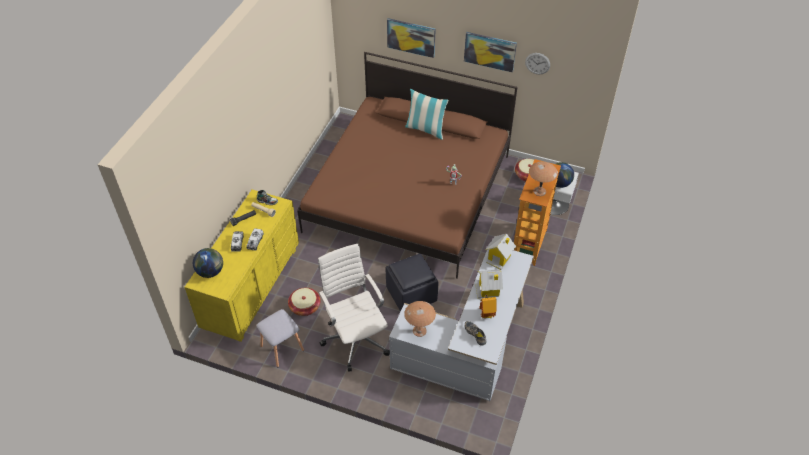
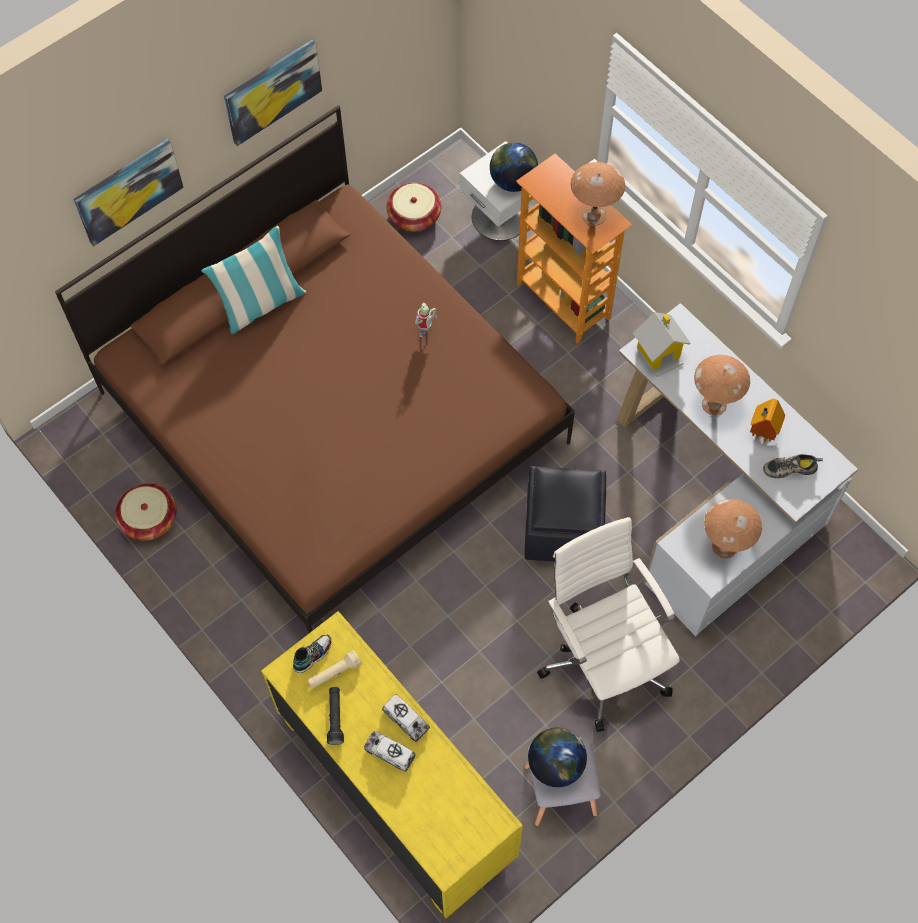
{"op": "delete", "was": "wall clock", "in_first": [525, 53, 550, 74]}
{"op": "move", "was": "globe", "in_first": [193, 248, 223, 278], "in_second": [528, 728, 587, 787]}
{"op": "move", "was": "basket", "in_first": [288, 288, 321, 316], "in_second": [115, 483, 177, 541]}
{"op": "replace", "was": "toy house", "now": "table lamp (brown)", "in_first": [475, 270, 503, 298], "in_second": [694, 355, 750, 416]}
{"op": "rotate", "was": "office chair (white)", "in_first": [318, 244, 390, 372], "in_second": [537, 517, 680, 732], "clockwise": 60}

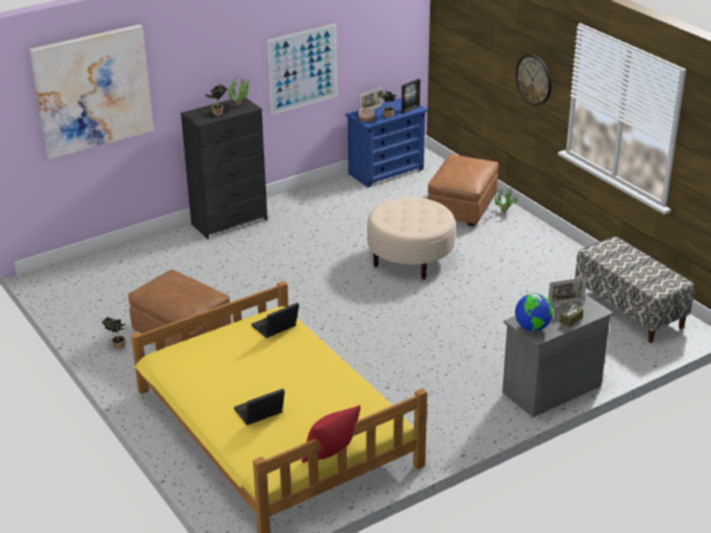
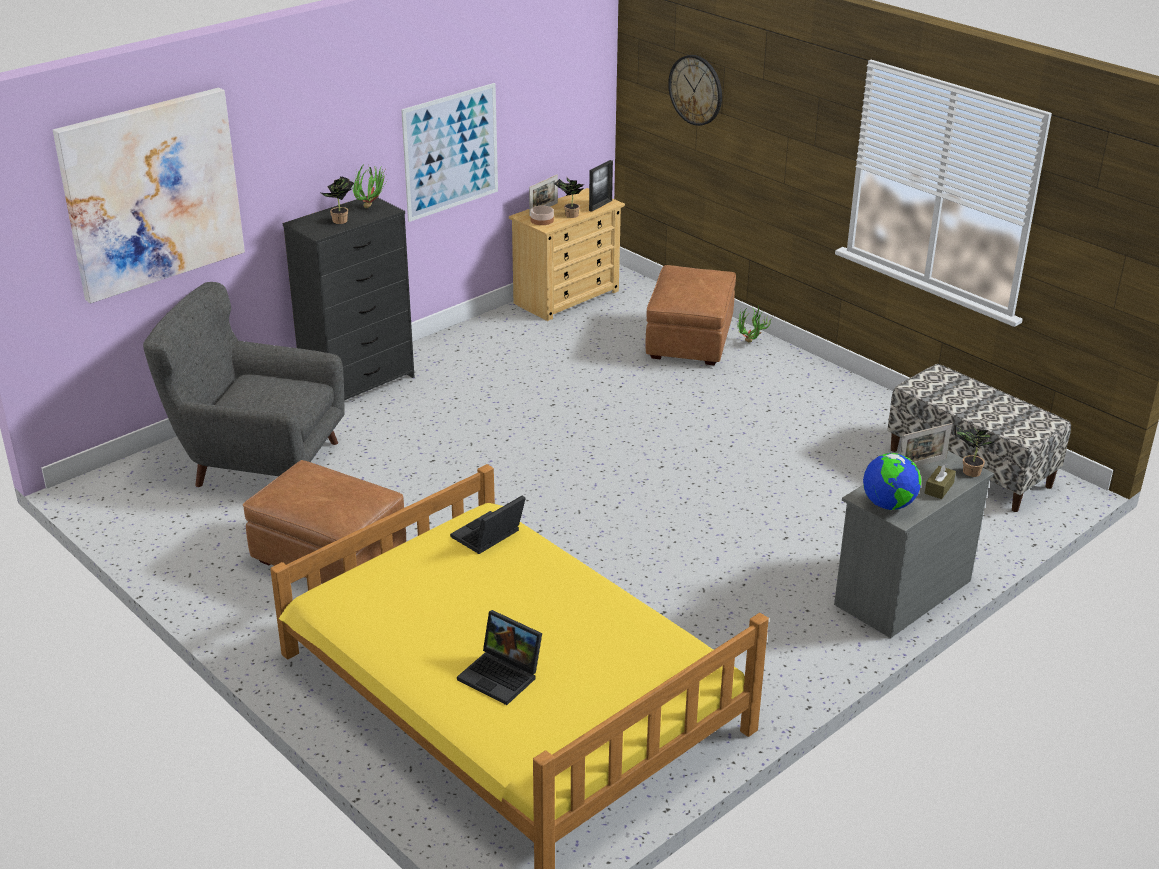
{"op": "delete", "was": "pillow (red)", "in_first": [301, 405, 361, 463]}
{"op": "delete", "was": "ottoman (beige)", "in_first": [367, 197, 456, 280]}
{"op": "insert", "now": "armchair (grey)", "in_second": [143, 282, 344, 487]}
{"op": "move", "was": "potted plant", "in_first": [101, 317, 125, 349], "in_second": [954, 425, 998, 477]}
{"op": "move", "was": "wall clock", "in_first": [516, 54, 552, 105], "in_second": [668, 55, 722, 126]}
{"op": "recolor", "was": "dresser (blue)", "now": "dresser (beige)", "in_first": [345, 98, 428, 187], "in_second": [509, 188, 625, 321]}
{"op": "rotate", "was": "laptop", "in_first": [234, 389, 285, 425], "in_second": [457, 610, 542, 705], "clockwise": -105}

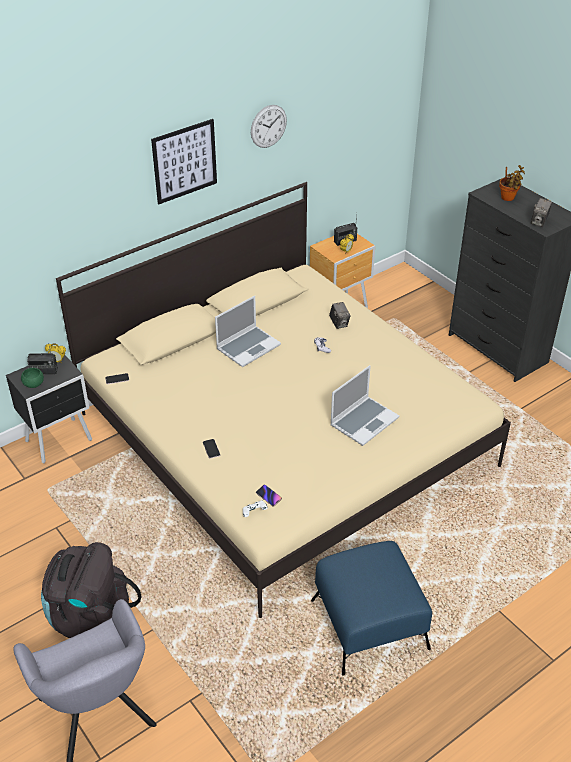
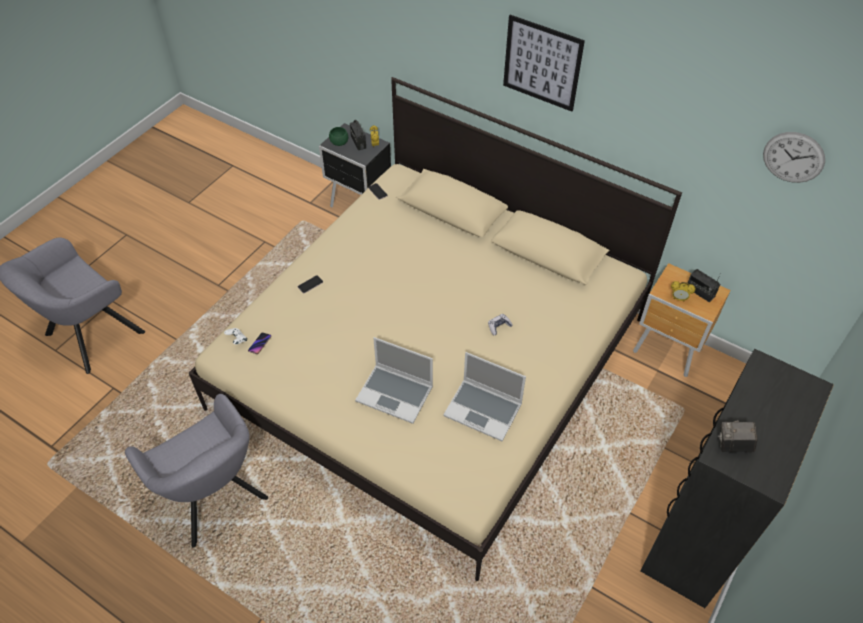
{"op": "delete", "was": "backpack (black)", "in_first": [41, 542, 141, 638]}
{"op": "delete", "was": "photo camera", "in_first": [329, 302, 351, 329]}
{"op": "delete", "was": "potted plant", "in_first": [499, 165, 525, 201]}
{"op": "move", "was": "laptop", "in_first": [215, 296, 281, 367], "in_second": [443, 352, 526, 441]}
{"op": "move", "was": "wall clock", "in_first": [251, 105, 287, 148], "in_second": [763, 132, 825, 183]}
{"op": "replace", "was": "ottoman (blue)", "now": "armchair (grey)", "in_first": [311, 541, 432, 676], "in_second": [125, 394, 268, 548]}

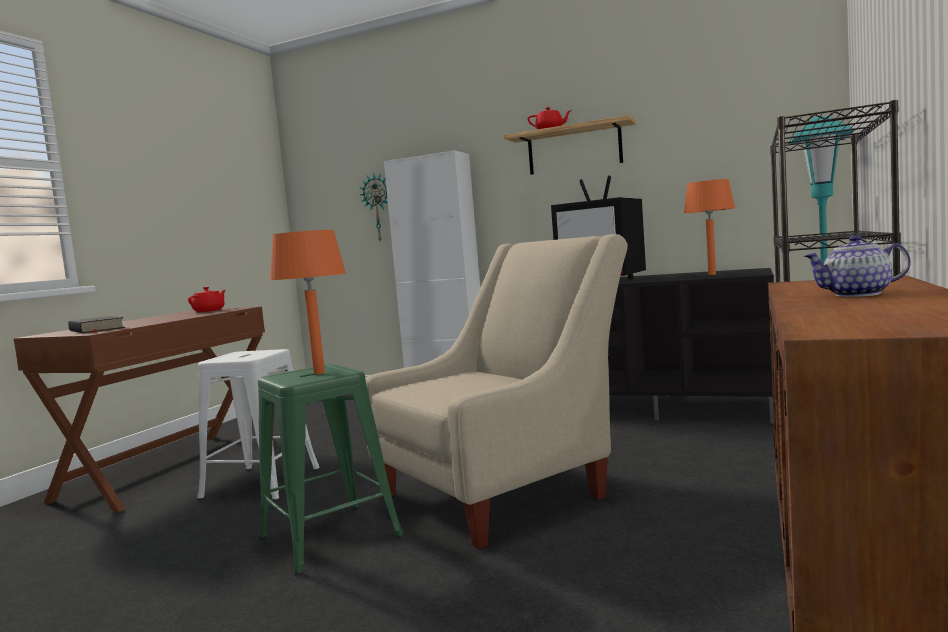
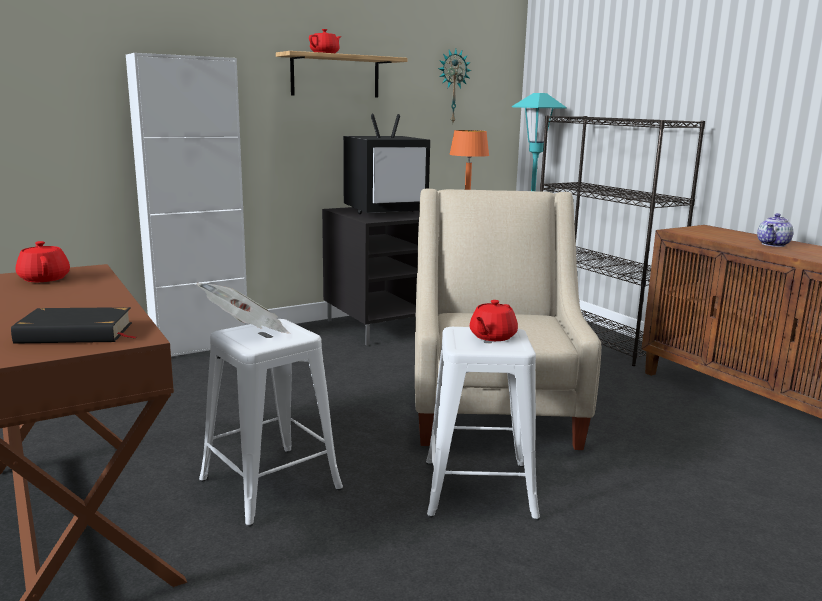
{"op": "insert", "now": "newspaper", "in_second": [197, 283, 289, 333]}
{"op": "move", "was": "wall clock", "in_first": [359, 173, 388, 243], "in_second": [438, 49, 472, 122]}
{"op": "replace", "was": "table lamp (orange)", "now": "teapot (red)", "in_first": [270, 230, 346, 374], "in_second": [470, 300, 518, 341]}
{"op": "recolor", "was": "stool (green)", "now": "stool (white)", "in_first": [258, 364, 404, 575], "in_second": [426, 327, 540, 521]}

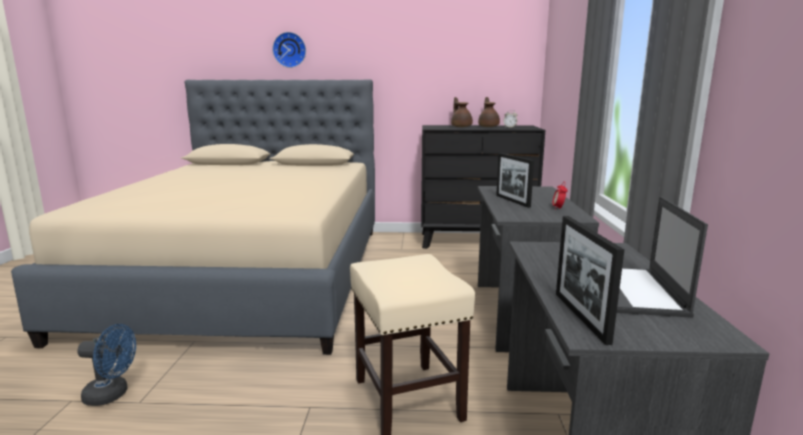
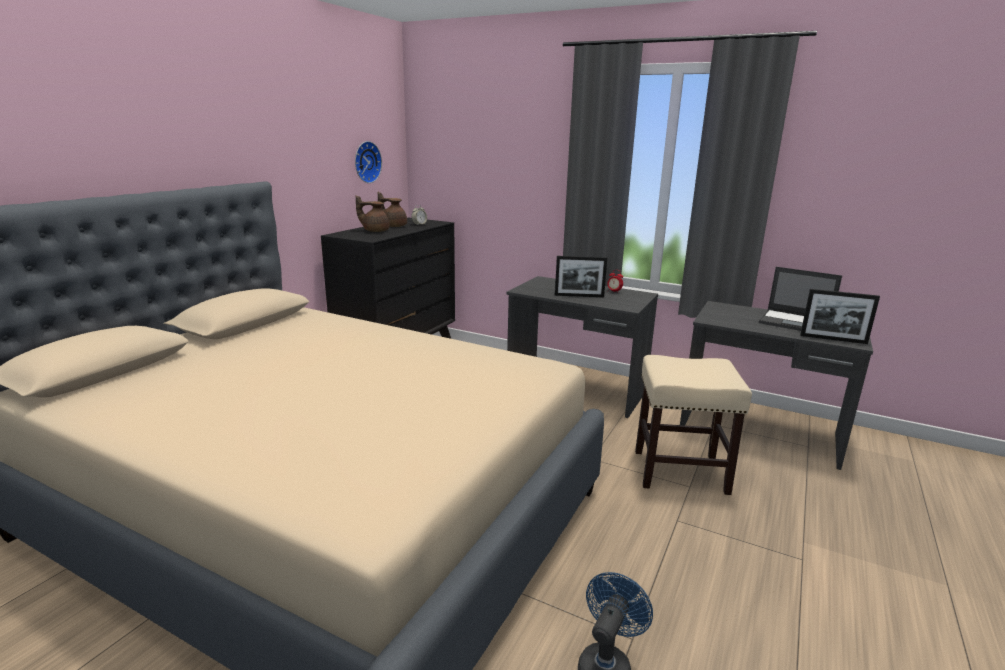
{"op": "move", "was": "wall clock", "in_first": [272, 32, 306, 68], "in_second": [355, 141, 382, 183]}

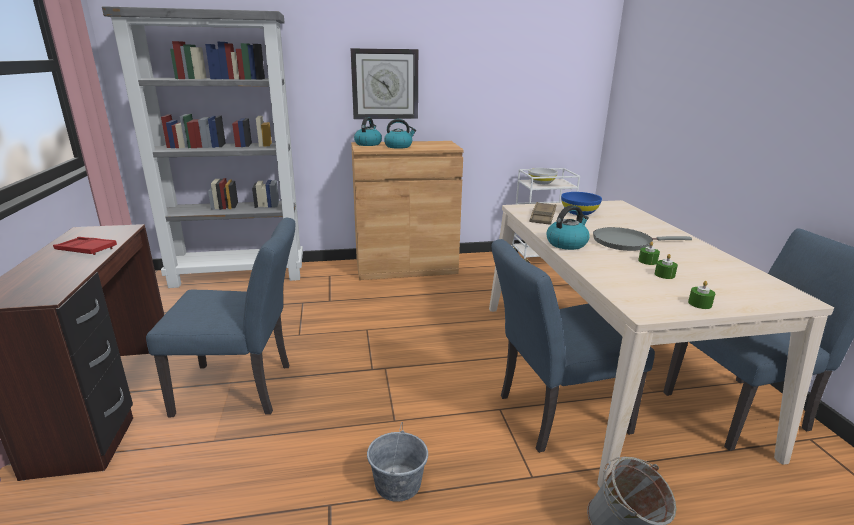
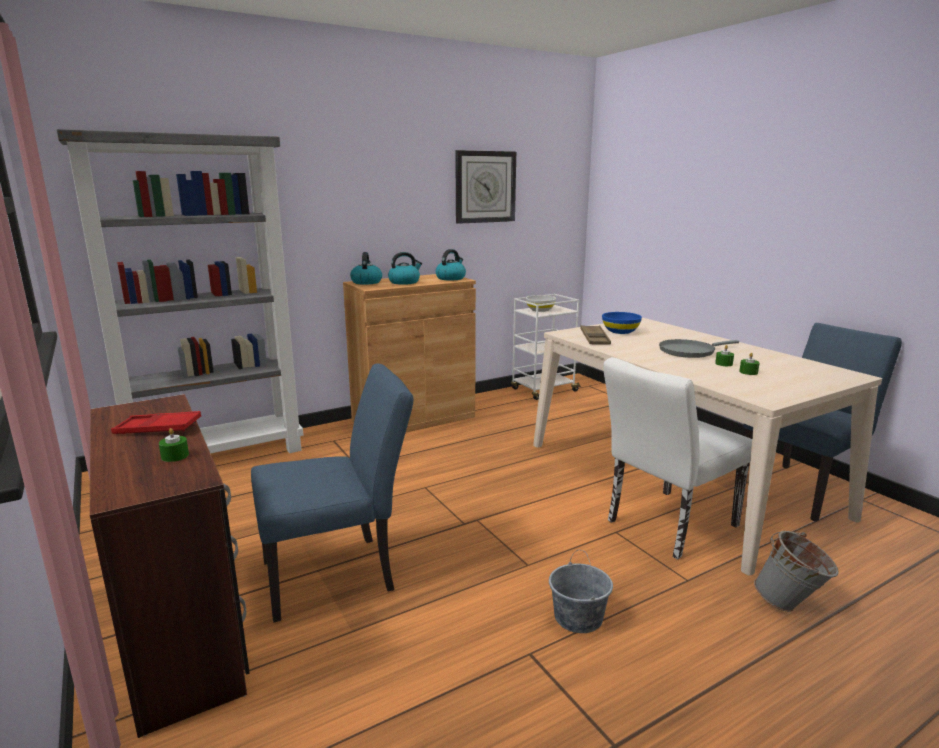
{"op": "move", "was": "wall clock", "in_first": [351, 48, 418, 119], "in_second": [455, 150, 516, 224]}
{"op": "move", "was": "kettle", "in_first": [546, 205, 589, 250], "in_second": [436, 249, 466, 280]}
{"op": "move", "was": "candle (green)", "in_first": [688, 281, 715, 309], "in_second": [159, 428, 189, 462]}
{"op": "recolor", "was": "chair (blue)", "now": "chair (white)", "in_first": [491, 239, 655, 453], "in_second": [603, 357, 752, 559]}

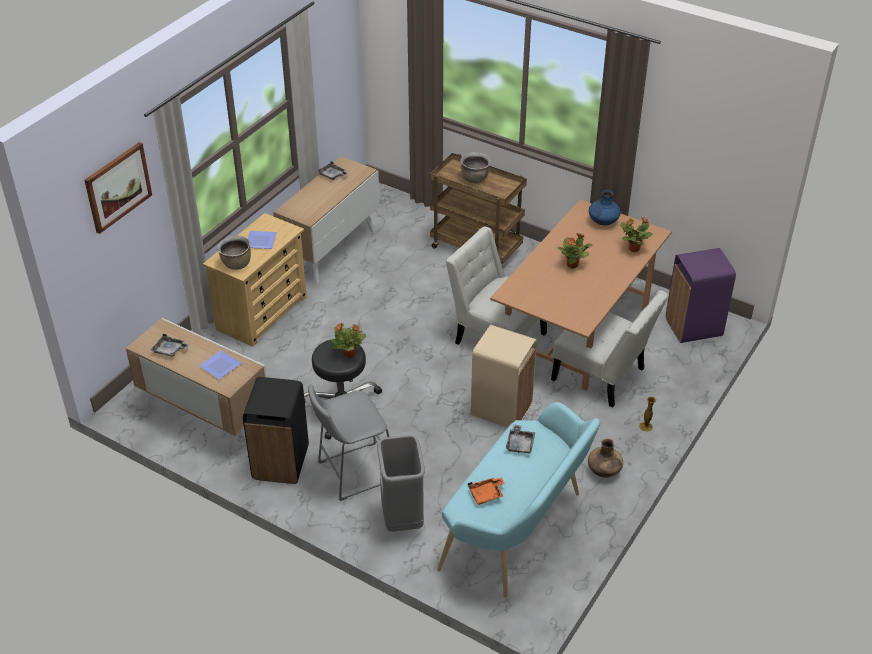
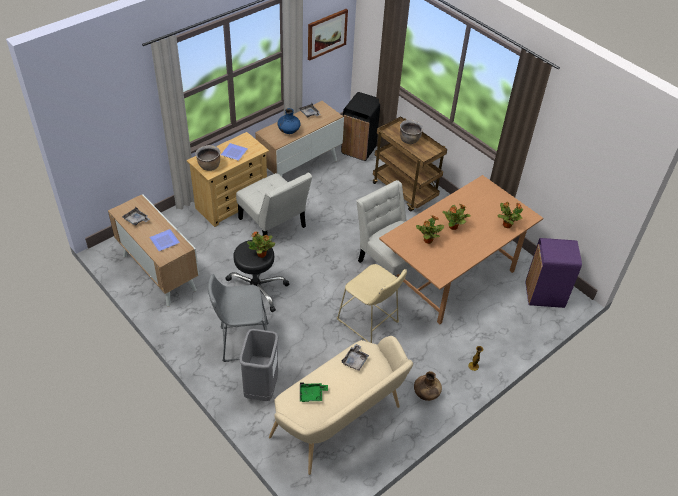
{"op": "insert", "now": "potted plant", "in_second": [416, 215, 444, 244]}
{"op": "move", "was": "picture", "in_first": [84, 142, 152, 234], "in_second": [308, 9, 348, 61]}
{"op": "move", "was": "trash can (black)", "in_first": [243, 377, 309, 484], "in_second": [341, 92, 380, 161]}
{"op": "move", "was": "chair (white)", "in_first": [551, 291, 668, 408], "in_second": [236, 173, 312, 236]}
{"op": "move", "was": "vase (blue)", "in_first": [589, 190, 621, 225], "in_second": [277, 108, 300, 134]}
{"op": "replace", "was": "trash can (beige)", "now": "stool (beige)", "in_first": [471, 325, 537, 428], "in_second": [337, 264, 407, 343]}
{"op": "recolor", "was": "bench (turquoise)", "now": "bench (beige)", "in_first": [437, 402, 601, 598], "in_second": [269, 336, 413, 475]}
{"op": "recolor", "was": "tray (orange)", "now": "tray (green)", "in_first": [468, 477, 505, 505], "in_second": [300, 382, 328, 402]}

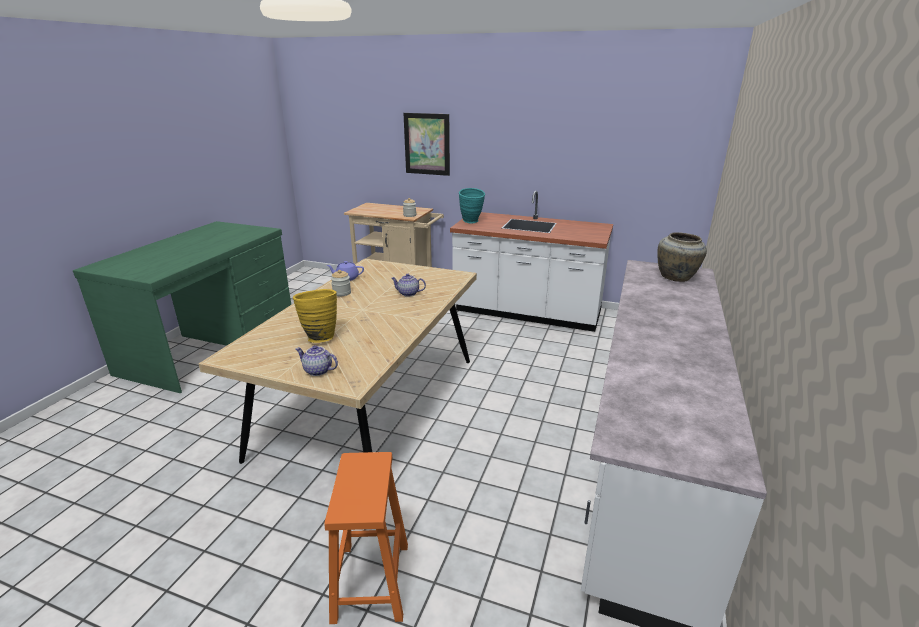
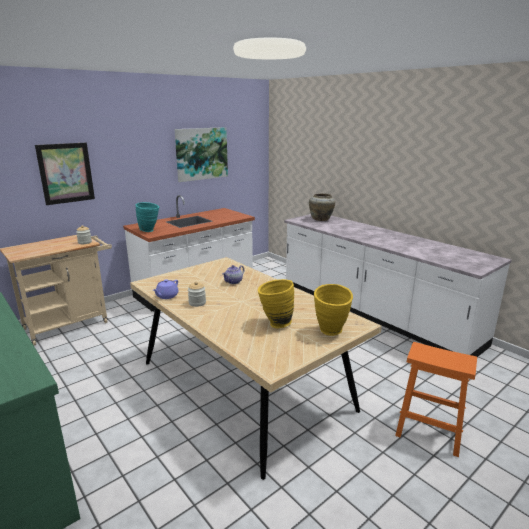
{"op": "insert", "now": "picture", "in_second": [174, 127, 228, 182]}
{"op": "replace", "was": "teapot", "now": "vase (yellow)", "in_first": [295, 345, 338, 376], "in_second": [314, 284, 353, 336]}

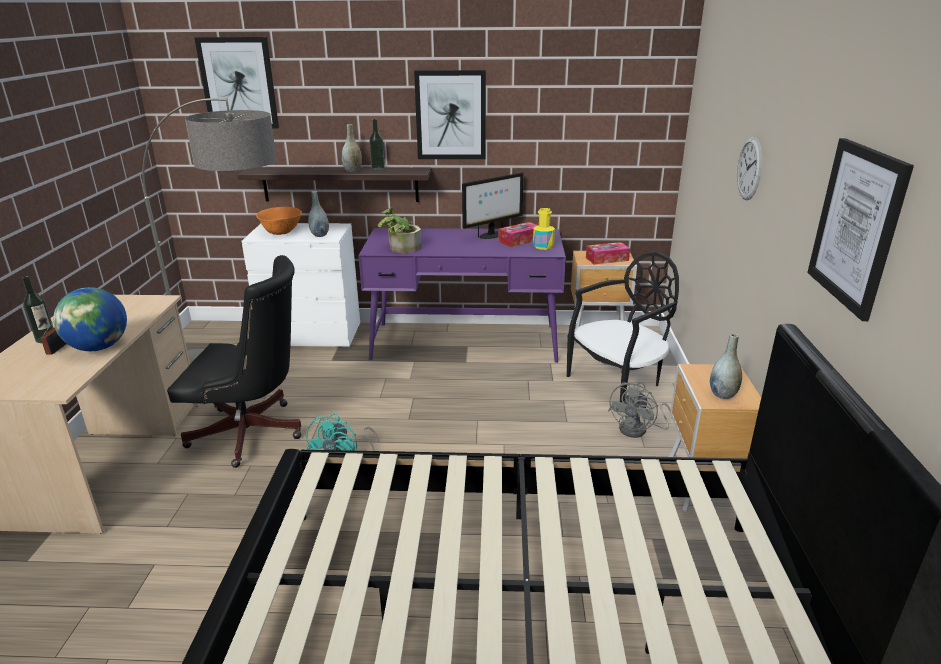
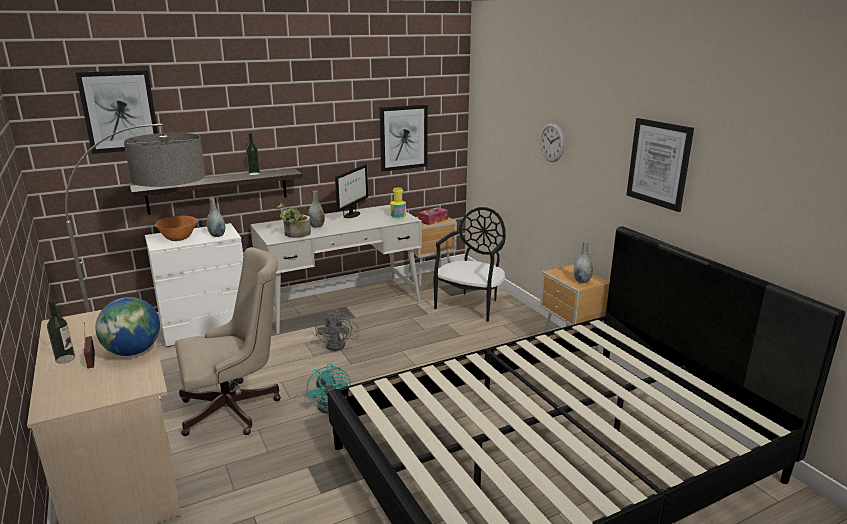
{"op": "delete", "was": "tissue box", "in_first": [498, 222, 539, 247]}
{"op": "move", "was": "vase (grey)", "in_first": [342, 124, 362, 172], "in_second": [308, 191, 325, 228]}
{"op": "move", "was": "picture", "in_first": [414, 70, 486, 159], "in_second": [380, 105, 428, 172]}
{"op": "move", "was": "fan (grey)", "in_first": [608, 382, 672, 438], "in_second": [315, 308, 360, 351]}
{"op": "recolor", "was": "office chair (black)", "now": "office chair (beige)", "in_first": [167, 255, 301, 468], "in_second": [175, 247, 281, 436]}
{"op": "recolor", "was": "desk (purple)", "now": "desk (white)", "in_first": [358, 228, 566, 363], "in_second": [250, 205, 422, 334]}

